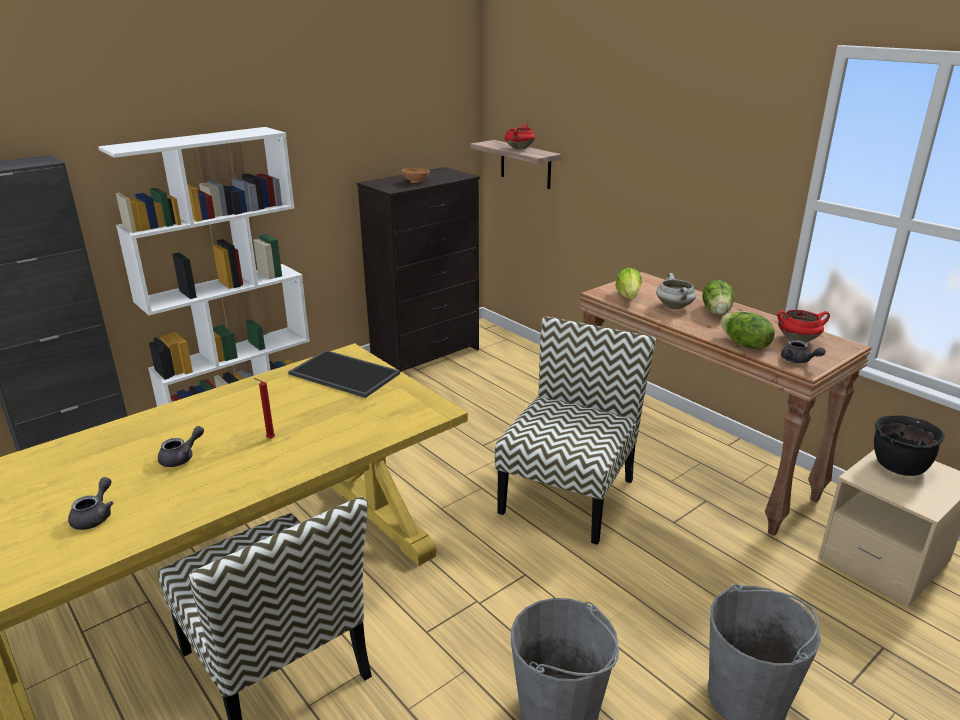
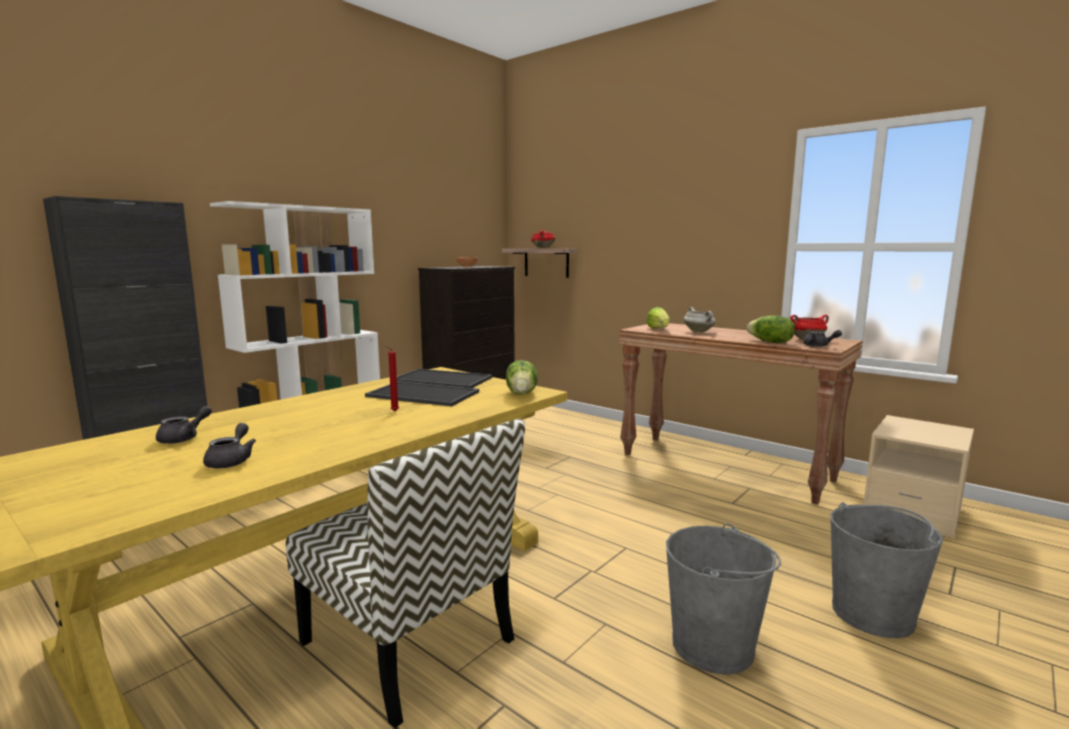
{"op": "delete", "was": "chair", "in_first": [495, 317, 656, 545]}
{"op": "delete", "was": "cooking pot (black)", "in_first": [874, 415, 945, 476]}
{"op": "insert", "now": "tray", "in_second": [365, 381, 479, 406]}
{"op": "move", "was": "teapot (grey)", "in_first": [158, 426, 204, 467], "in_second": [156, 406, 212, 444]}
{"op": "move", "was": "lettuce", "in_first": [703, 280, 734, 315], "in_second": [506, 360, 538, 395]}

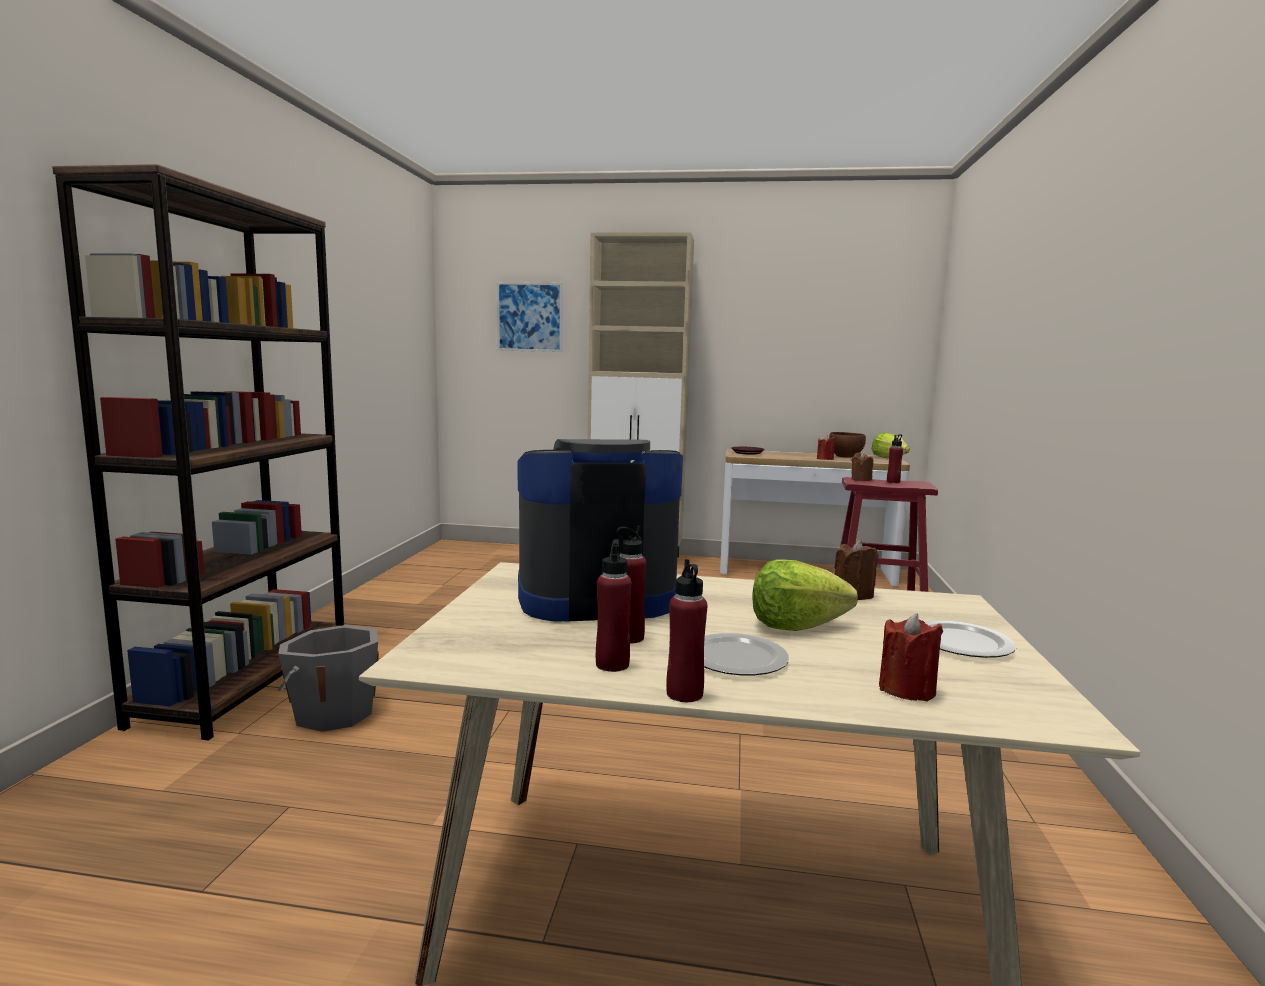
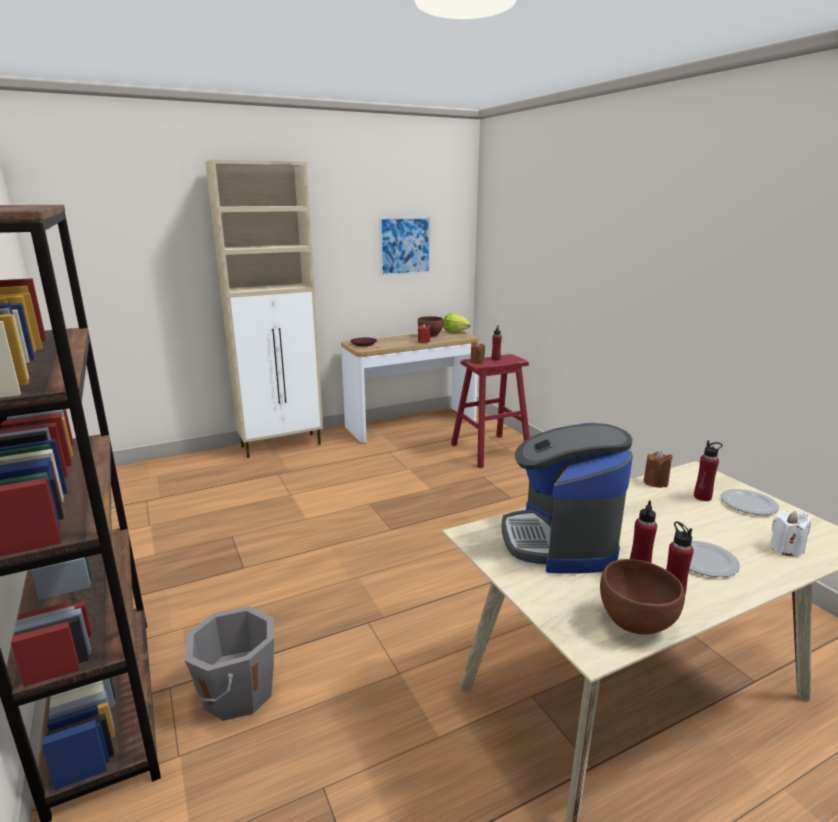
{"op": "delete", "was": "lettuce", "in_first": [752, 559, 858, 631]}
{"op": "insert", "now": "bowl (brown)", "in_second": [600, 559, 685, 635]}
{"op": "move", "was": "picture", "in_first": [497, 282, 563, 352], "in_second": [379, 216, 431, 276]}
{"op": "move", "was": "bottle (red)", "in_first": [666, 559, 707, 702], "in_second": [694, 440, 723, 501]}
{"op": "recolor", "was": "candle (red)", "now": "candle (white)", "in_first": [879, 613, 943, 701], "in_second": [770, 511, 811, 557]}
{"op": "rotate", "was": "coffee machine", "in_first": [517, 439, 683, 622], "in_second": [501, 423, 633, 574], "clockwise": -45}

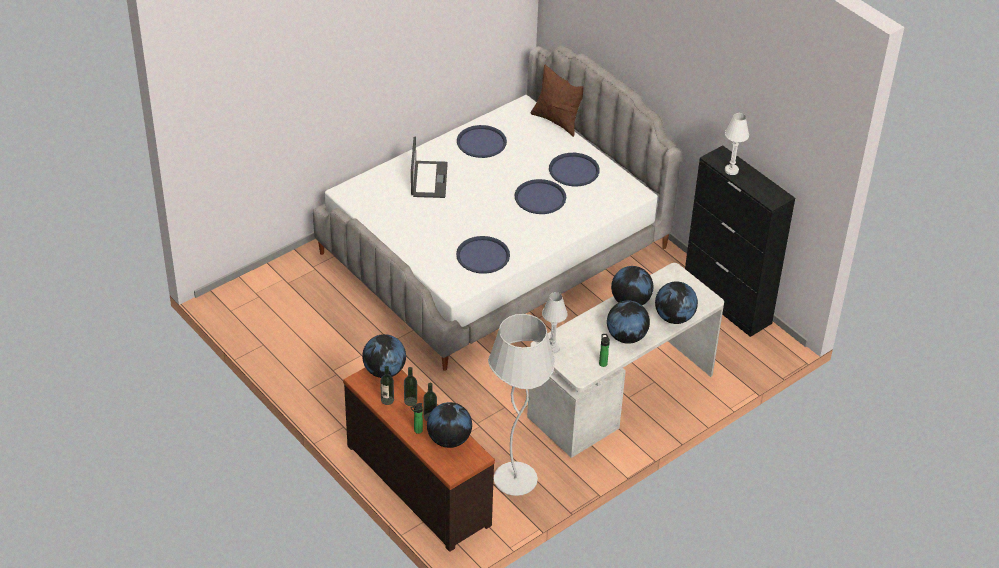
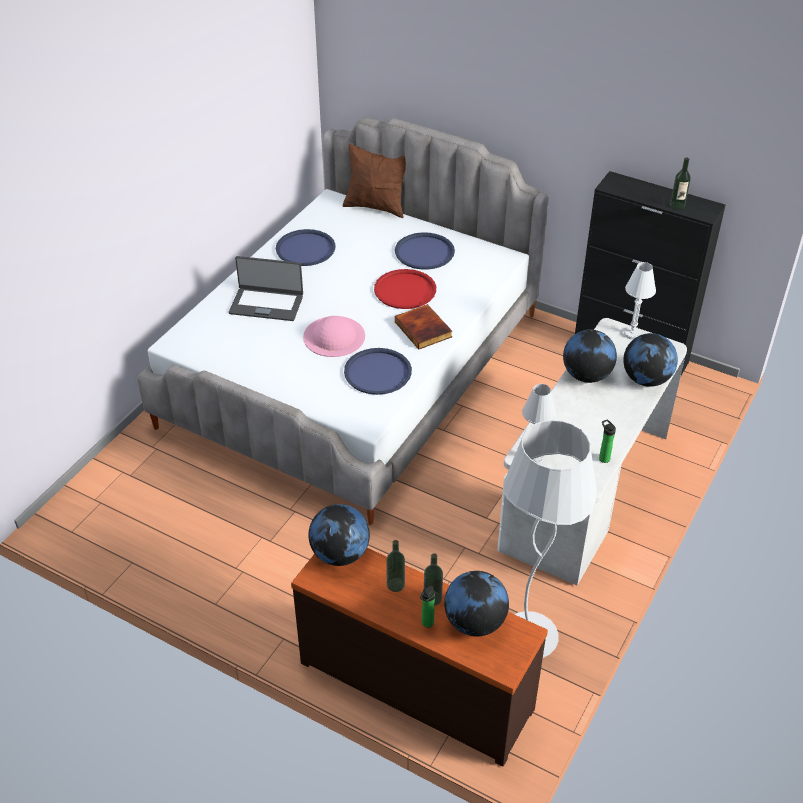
{"op": "delete", "was": "globe", "in_first": [607, 300, 650, 344]}
{"op": "insert", "now": "hat (pink)", "in_second": [303, 316, 365, 357]}
{"op": "insert", "now": "book", "in_second": [395, 304, 452, 350]}
{"op": "move", "was": "bottle", "in_first": [380, 366, 394, 405], "in_second": [670, 157, 691, 210]}
{"op": "move", "was": "table lamp (white)", "in_first": [725, 113, 749, 175], "in_second": [624, 262, 656, 340]}
{"op": "recolor", "was": "tray (blue)", "now": "tray (red)", "in_first": [515, 179, 566, 214], "in_second": [374, 269, 436, 309]}
{"op": "rotate", "was": "laptop", "in_first": [411, 136, 448, 198], "in_second": [229, 256, 303, 321], "clockwise": 120}

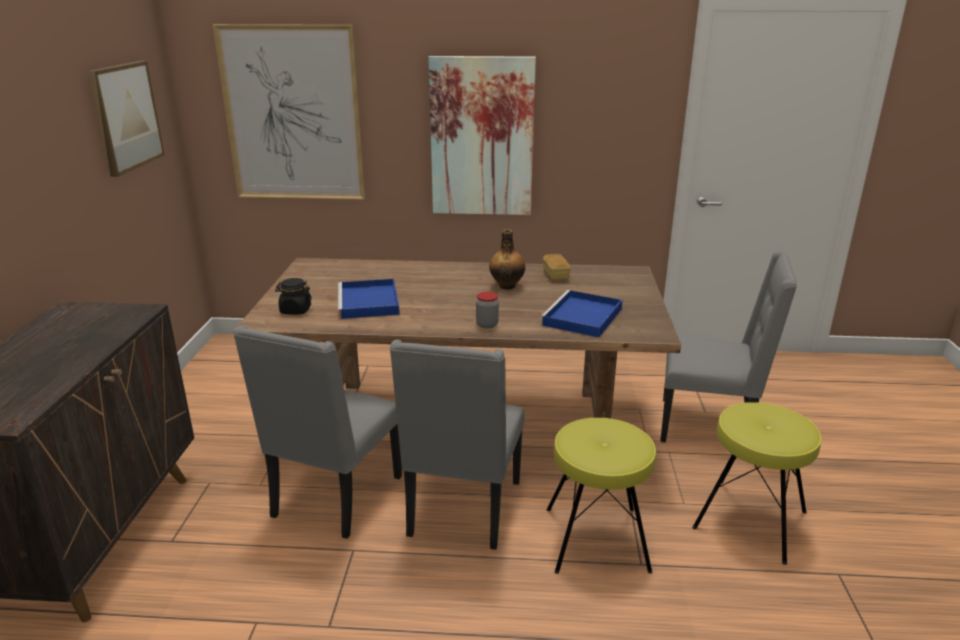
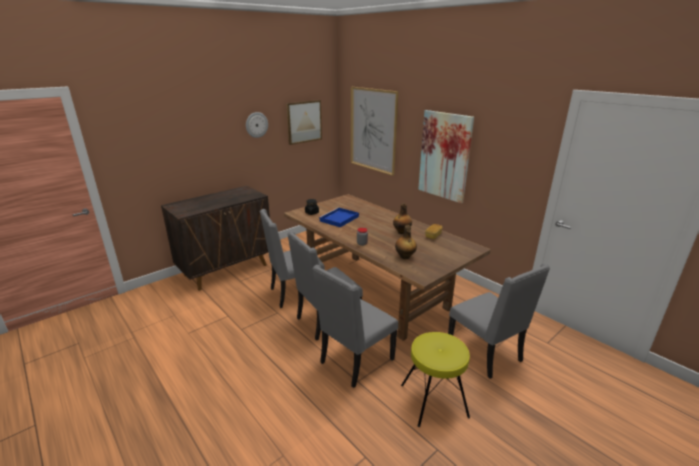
{"op": "insert", "now": "wall clock", "in_second": [246, 112, 268, 138]}
{"op": "replace", "was": "tray (blue)", "now": "bottle", "in_first": [540, 290, 622, 337], "in_second": [395, 225, 417, 259]}
{"op": "replace", "was": "stool (yellow)", "now": "chair (grey)", "in_first": [547, 418, 656, 574], "in_second": [313, 265, 398, 388]}

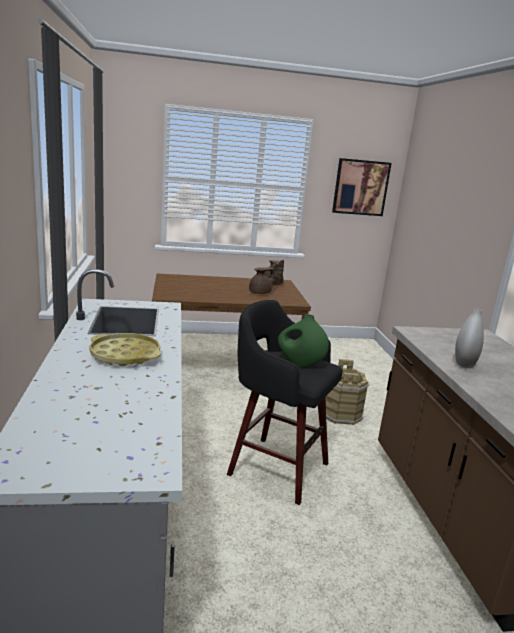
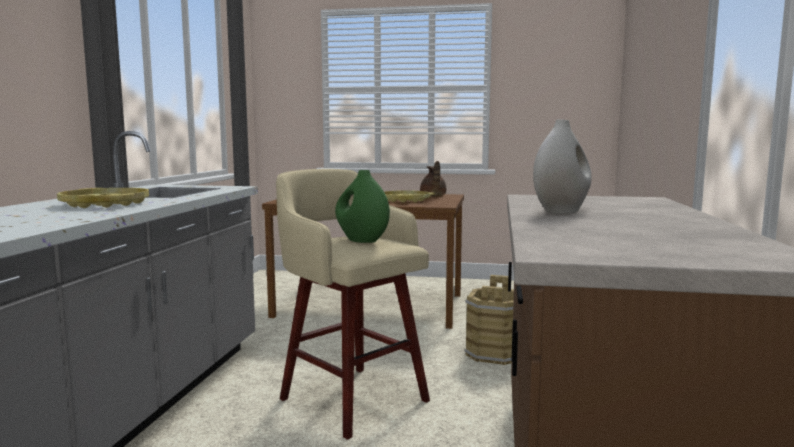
{"op": "delete", "was": "picture", "in_first": [332, 158, 392, 216]}
{"op": "replace", "was": "teapot (brown)", "now": "tray (yellow)", "in_first": [249, 262, 277, 294], "in_second": [384, 190, 435, 203]}
{"op": "recolor", "was": "stool (black)", "now": "stool (beige)", "in_first": [227, 300, 343, 505], "in_second": [276, 169, 430, 440]}

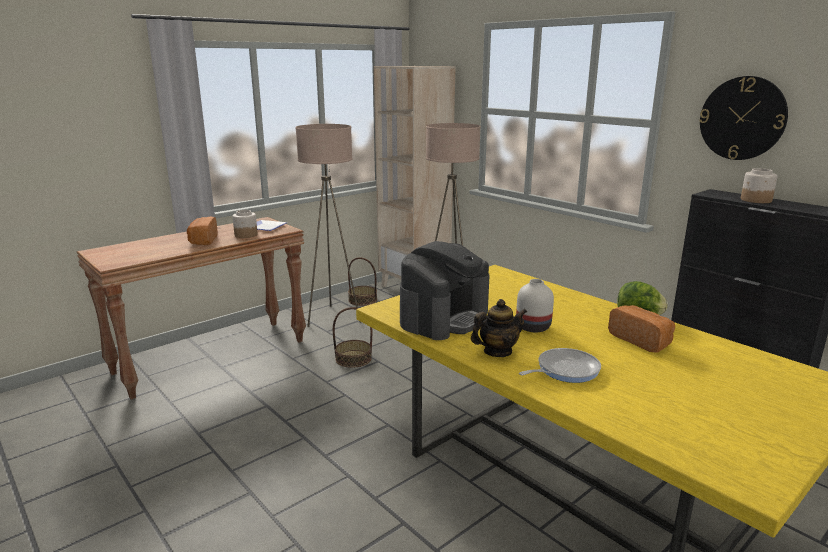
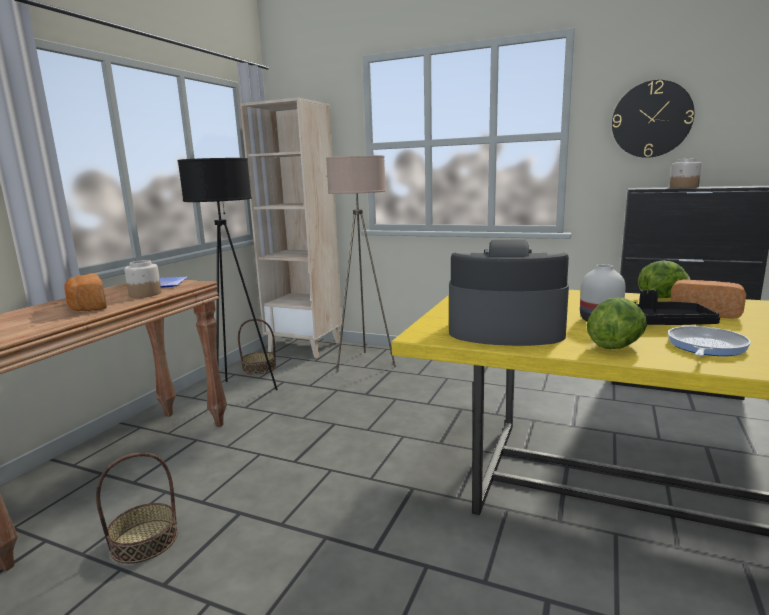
{"op": "insert", "now": "tray (black)", "in_second": [634, 290, 720, 325]}
{"op": "move", "was": "basket", "in_first": [333, 307, 372, 368], "in_second": [96, 452, 178, 564]}
{"op": "replace", "was": "teapot", "now": "lettuce", "in_first": [471, 299, 527, 357], "in_second": [587, 297, 647, 349]}
{"op": "recolor", "was": "floor lamp (beige)", "now": "floor lamp (black)", "in_first": [295, 124, 361, 327], "in_second": [178, 158, 278, 390]}
{"op": "rotate", "was": "coffee machine", "in_first": [400, 241, 490, 340], "in_second": [449, 239, 569, 346], "clockwise": -90}

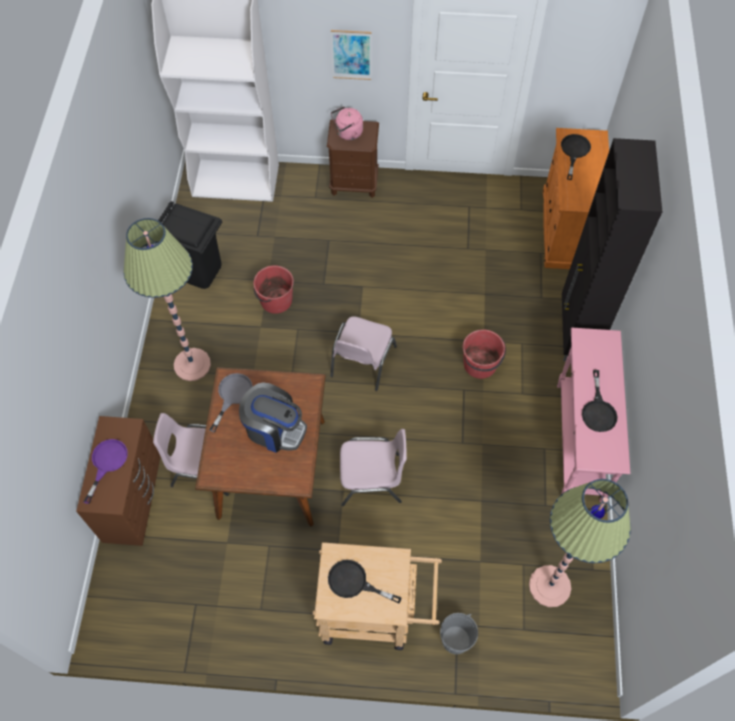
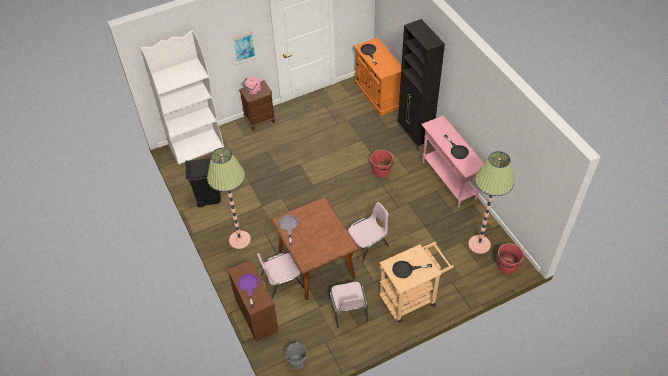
{"op": "delete", "was": "coffee machine", "in_first": [239, 382, 307, 453]}
{"op": "move", "was": "bucket (red)", "in_first": [253, 265, 294, 314], "in_second": [497, 243, 524, 274]}
{"op": "move", "was": "chair (pink)", "in_first": [330, 316, 397, 391], "in_second": [329, 282, 368, 328]}
{"op": "move", "was": "bucket (grey)", "in_first": [440, 613, 478, 654], "in_second": [285, 341, 307, 370]}

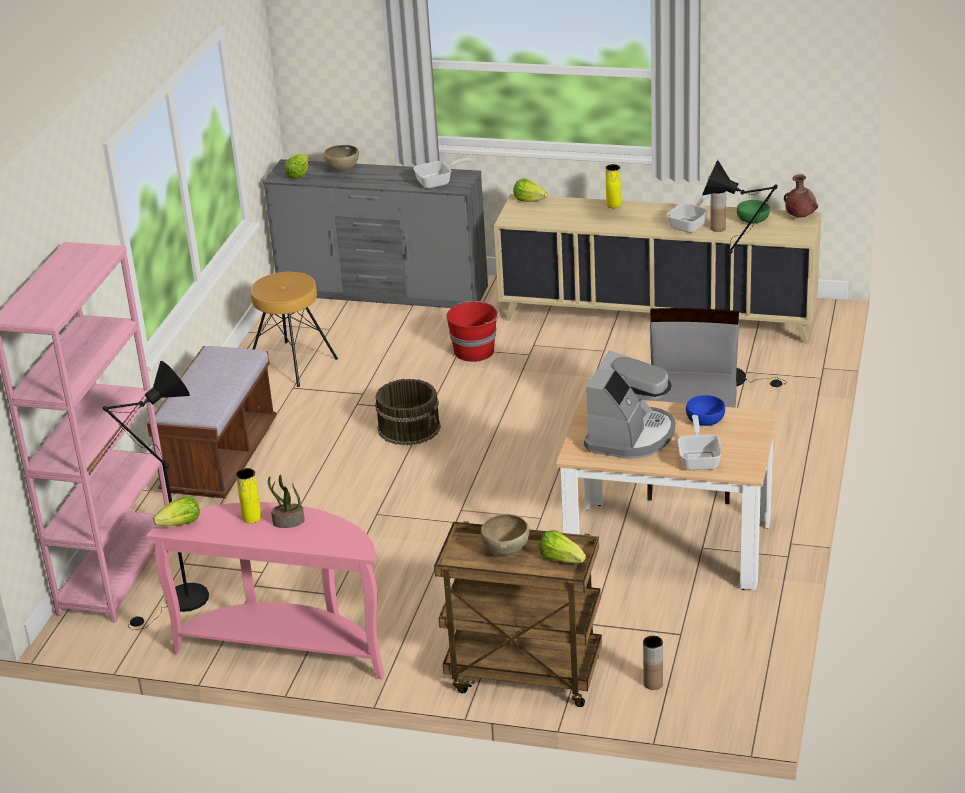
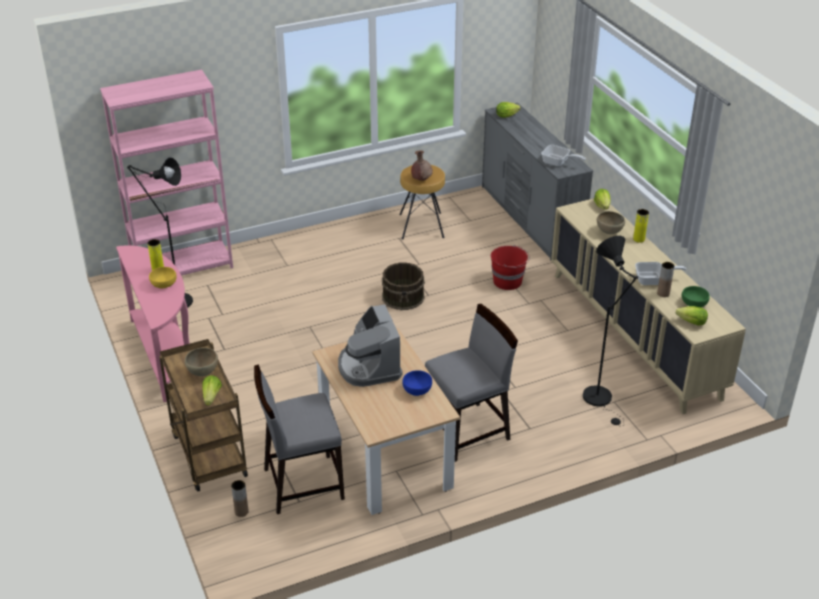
{"op": "delete", "was": "bench (brown)", "in_first": [147, 346, 277, 499]}
{"op": "delete", "was": "frying pan", "in_first": [678, 415, 722, 470]}
{"op": "insert", "now": "chair (grey)", "in_second": [254, 364, 345, 514]}
{"op": "move", "was": "lettuce", "in_first": [153, 496, 200, 526], "in_second": [676, 306, 708, 326]}
{"op": "move", "was": "bowl (brown)", "in_first": [324, 145, 359, 172], "in_second": [597, 211, 625, 234]}
{"op": "move", "was": "vase (brown)", "in_first": [784, 174, 818, 217], "in_second": [411, 150, 433, 181]}
{"op": "replace", "was": "potted plant", "now": "bowl (yellow)", "in_first": [268, 474, 305, 528], "in_second": [149, 267, 177, 288]}
{"op": "rotate", "was": "coffee machine", "in_first": [584, 350, 675, 459], "in_second": [338, 305, 402, 387], "clockwise": 90}

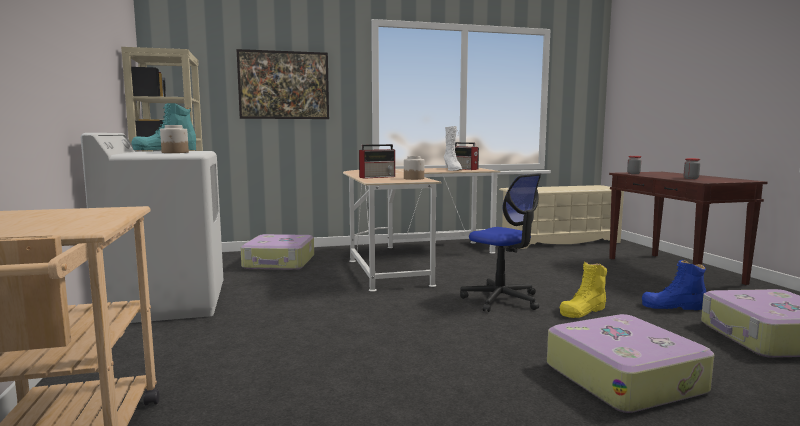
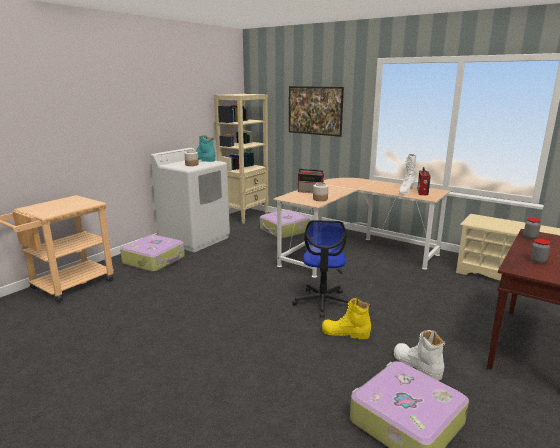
{"op": "move", "was": "suitcase", "in_first": [547, 314, 714, 413], "in_second": [120, 235, 185, 272]}
{"op": "recolor", "was": "boot (blue)", "now": "boot (white)", "in_first": [642, 259, 706, 310], "in_second": [394, 330, 446, 381]}

